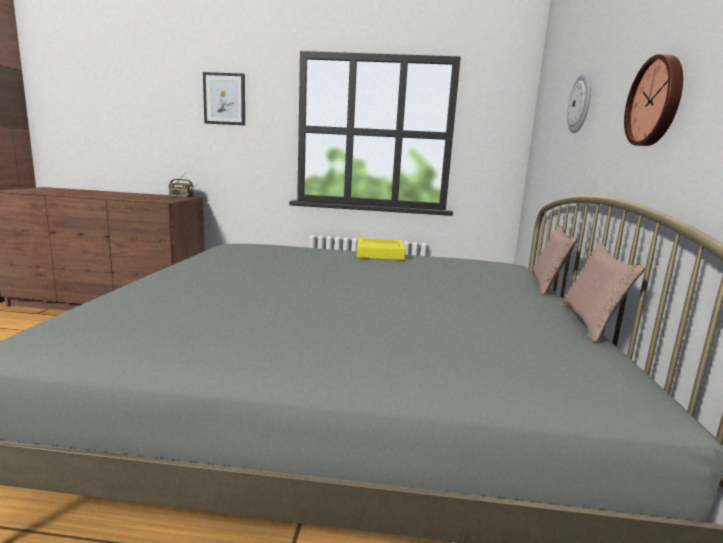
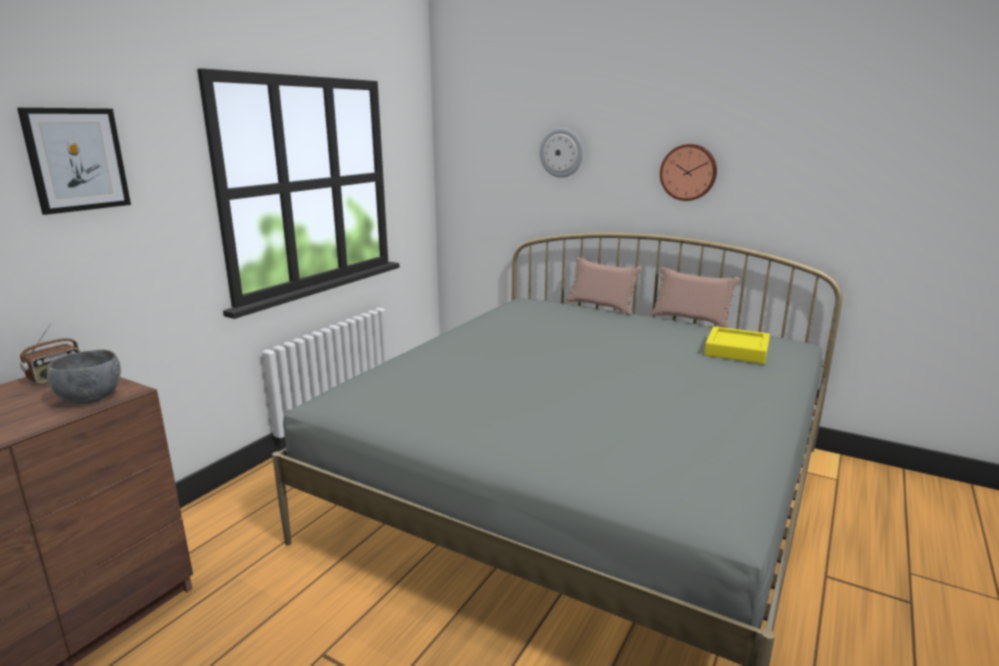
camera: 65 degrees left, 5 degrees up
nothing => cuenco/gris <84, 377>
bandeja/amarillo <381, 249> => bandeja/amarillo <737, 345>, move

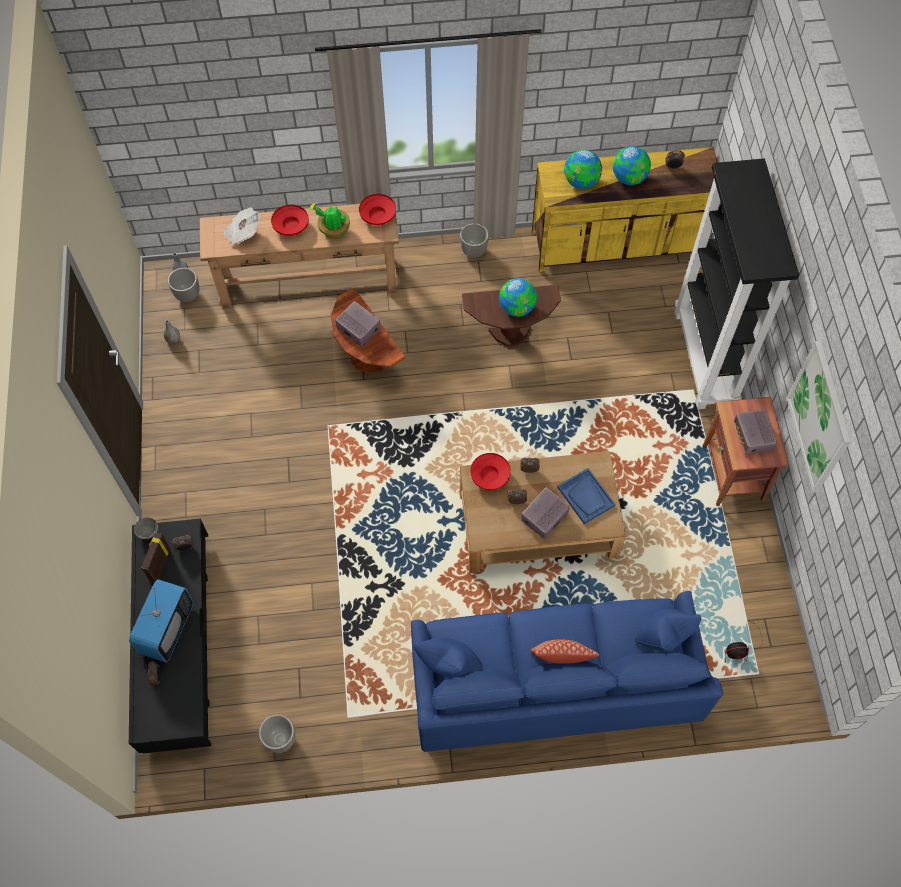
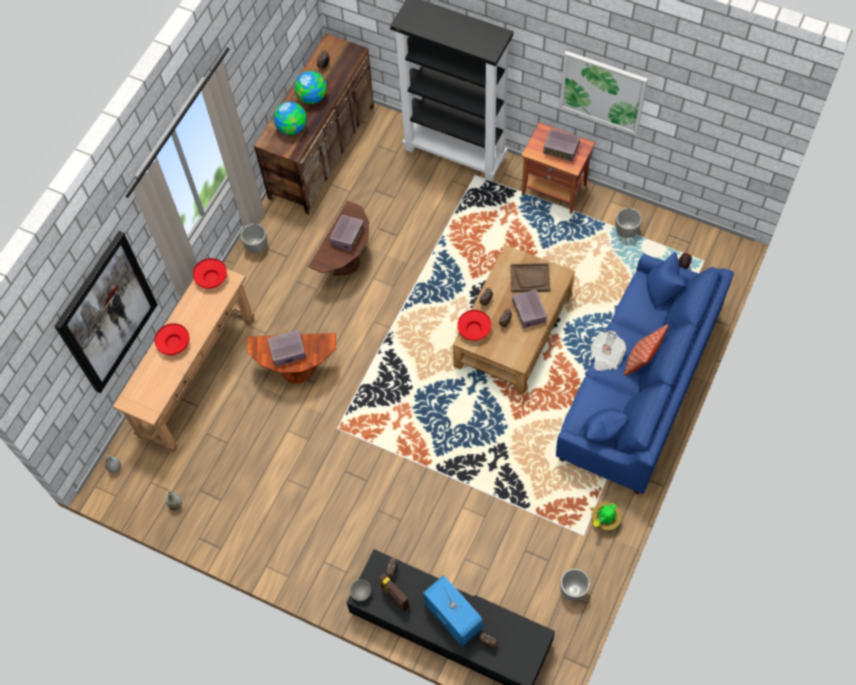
camera: 55 degrees left, 0 degrees up
nothing => cuadro <106, 312>
maceta <183, 285> => maceta <628, 223>, move
periódico <241, 226> => periódico <608, 351>, move
planta en maceta <329, 221> => planta en maceta <606, 516>, move
globo terráqueo <518, 297> => radio <346, 233>
armario/amarillo <625, 210> => armario/marrón <314, 124>
bandeja/azul <586, 496> => bandeja/marrón <530, 277>

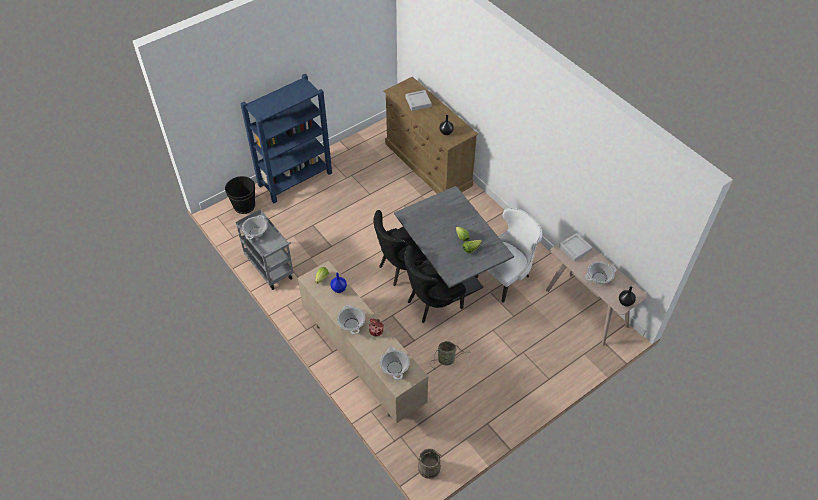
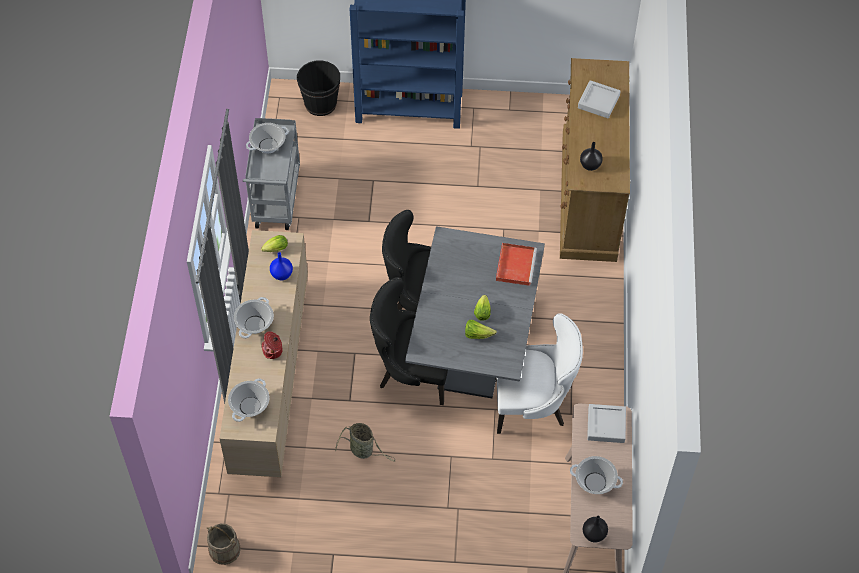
camera: 40 degrees right, 5 degrees up
nothing => bandeja/rojo <516, 264>

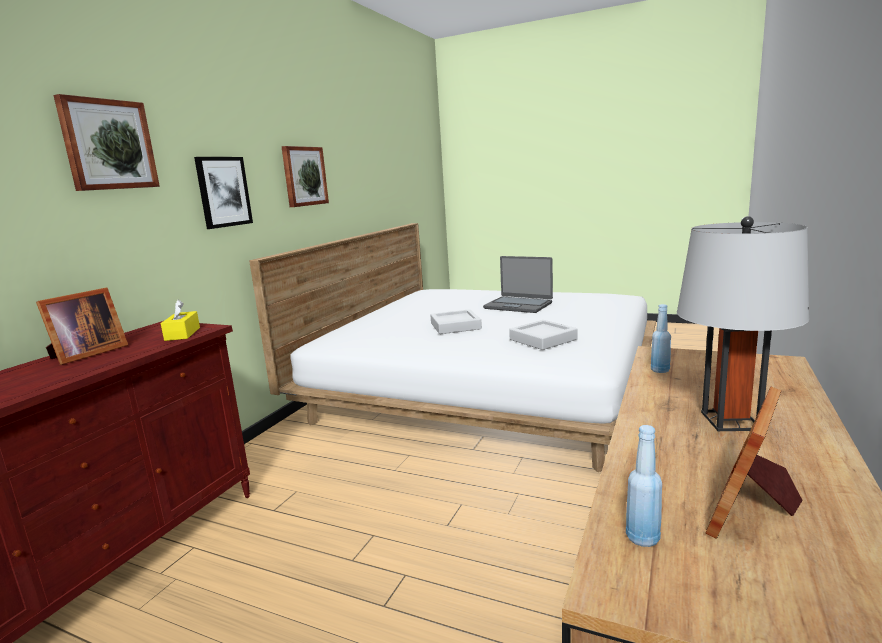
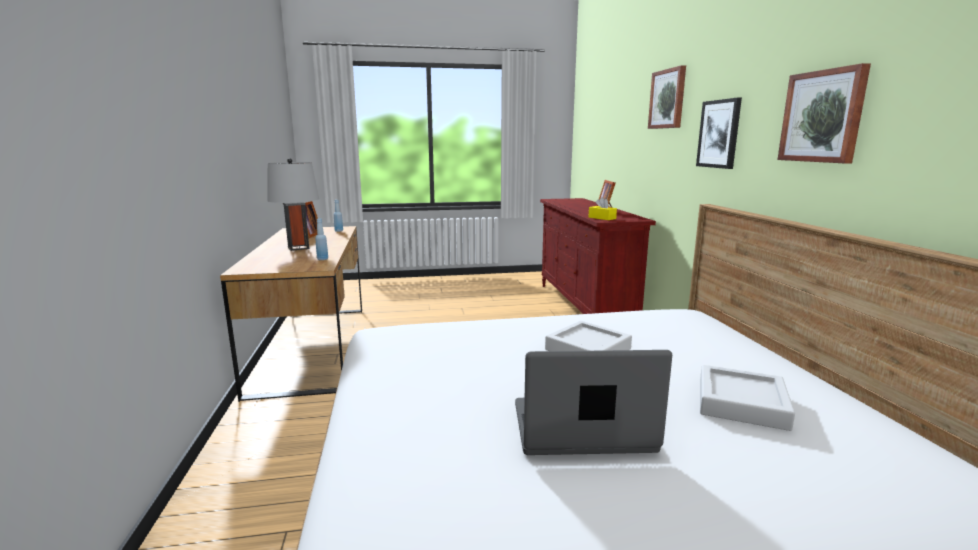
camera: 145 degrees right, 0 degrees up
bandeja/gris <543, 335> => bandeja/gris <747, 398>, move

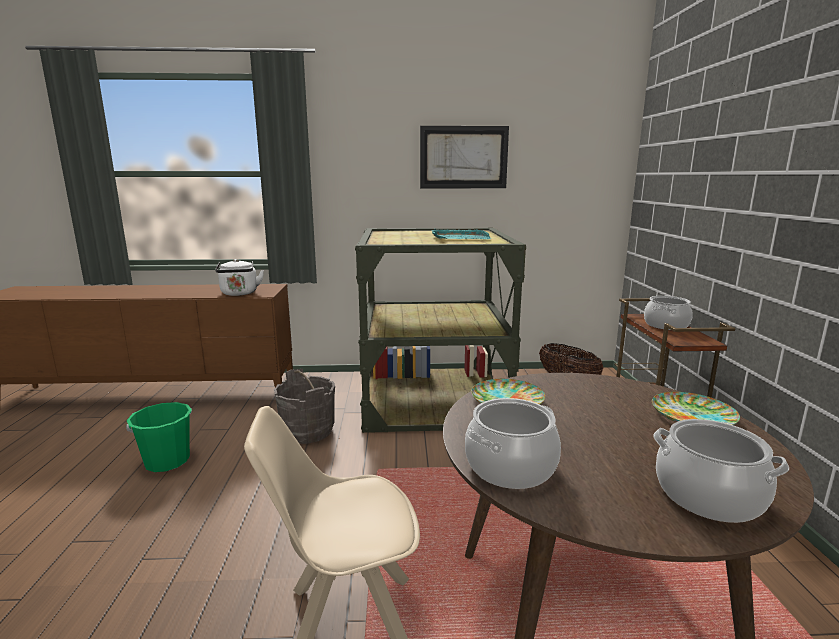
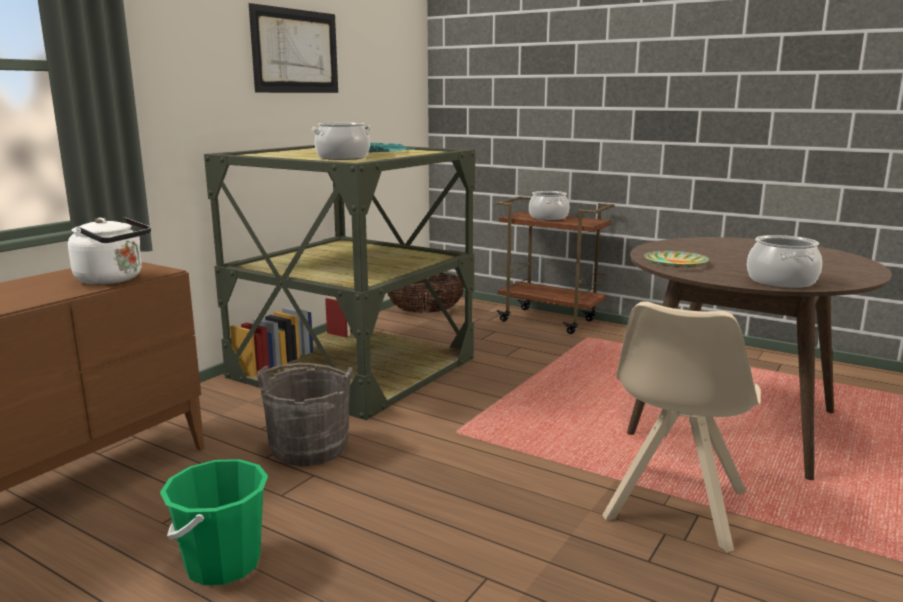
camera: 55 degrees left, 0 degrees up
plato <696, 408> => nothing
olla <721, 471> => olla <341, 141>, move

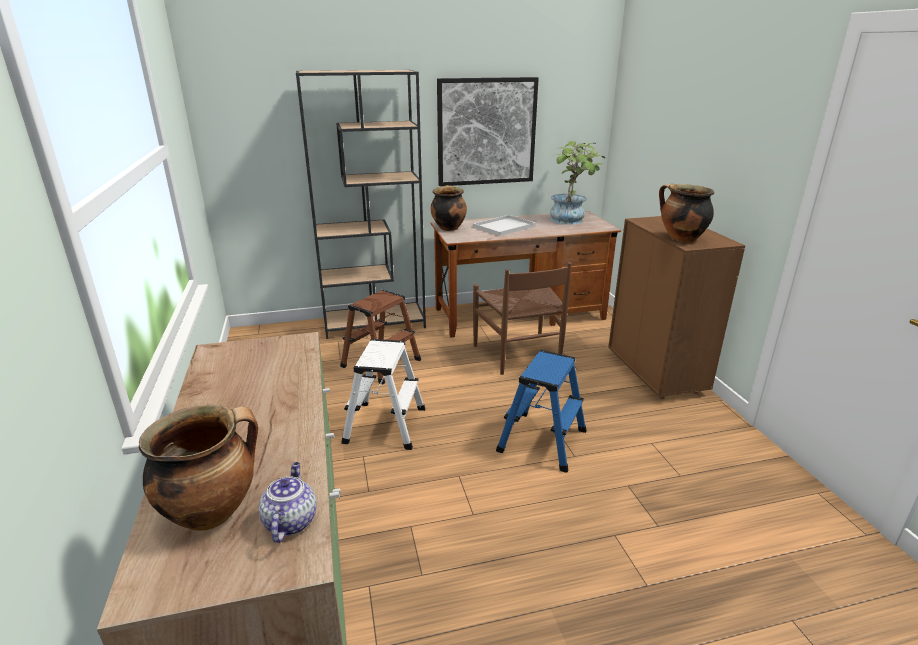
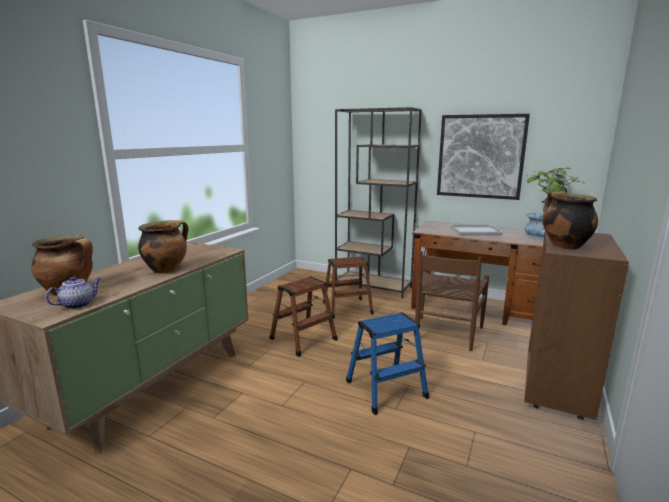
camera: 40 degrees right, 10 degrees down
olla <449, 208> => olla <163, 247>, move
escalera de tijera/blanco <383, 394> => escalera de tijera/marrón <303, 316>

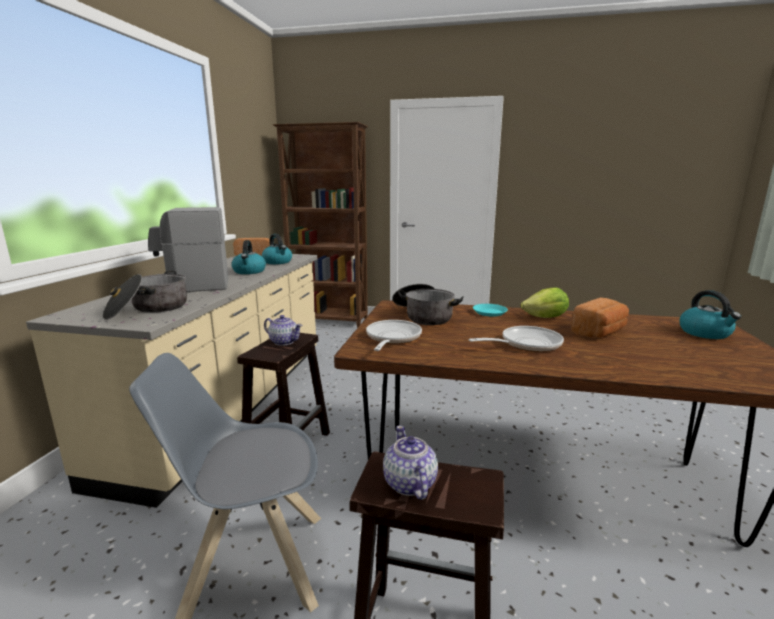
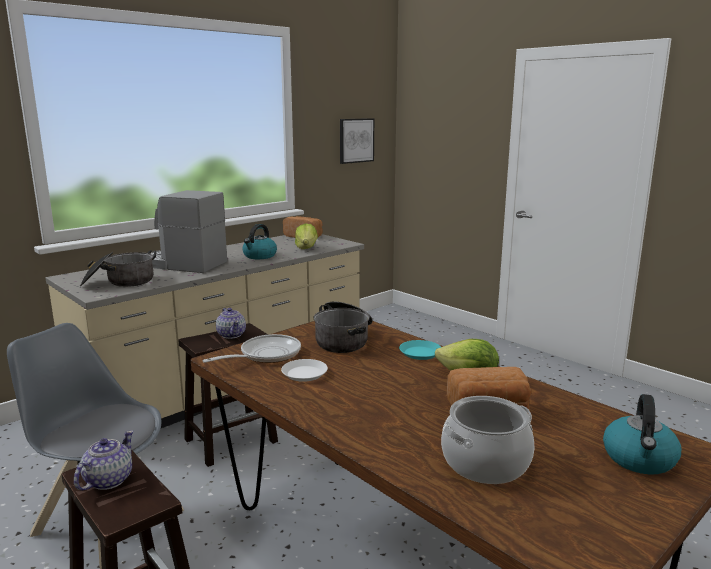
camera: 35 degrees right, 0 degrees up
estantería/marrón <320, 225> => nothing
sartén <516, 339> => nothing
nothing => plato/blanco <304, 370>
nothing => cuadro <357, 141>
nothing => olla <487, 440>
hervidor <277, 249> => lechuga <306, 236>

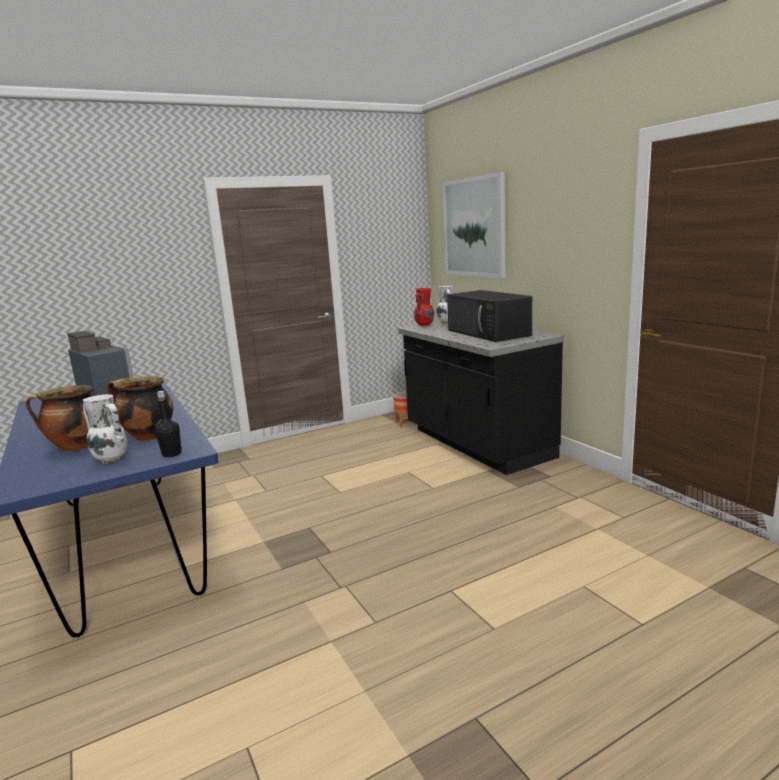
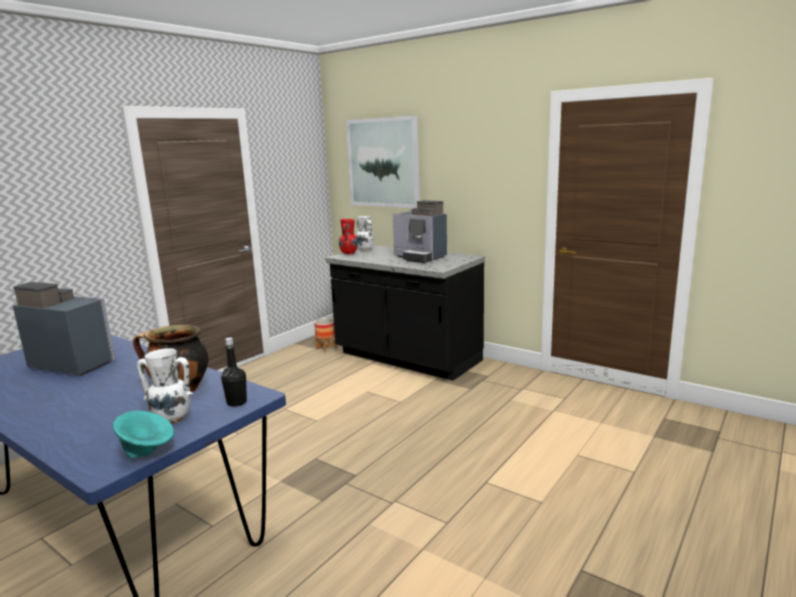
camera: 25 degrees left, 0 degrees up
olla <60, 418> => nothing
nothing => cuenco/turquesa <143, 434>
microondas/negro <489, 316> => cafetera <420, 231>

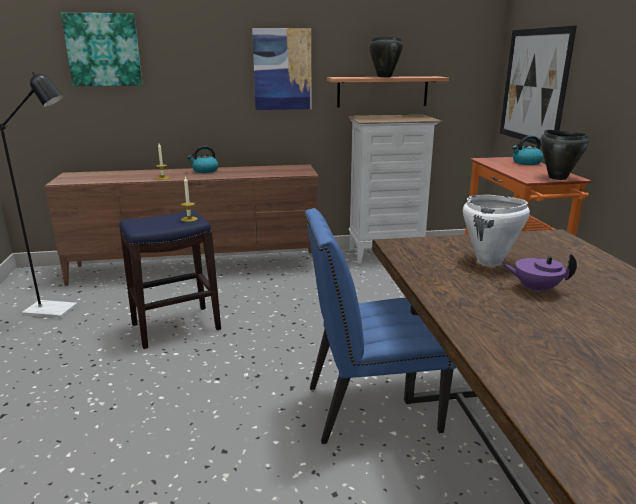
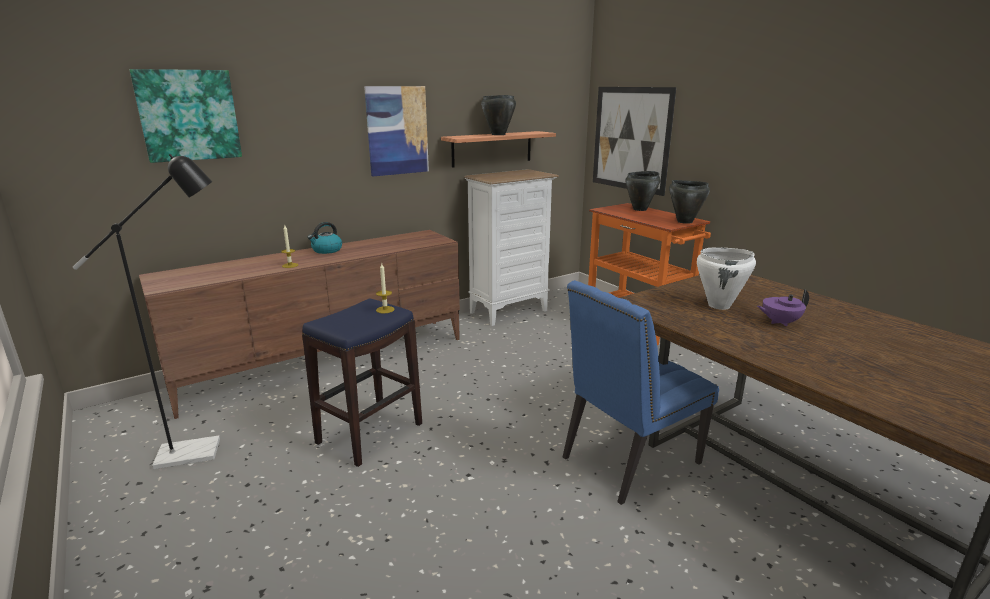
camera: 25 degrees left, 0 degrees up
hervidor <527, 150> => olla/negro <642, 191>

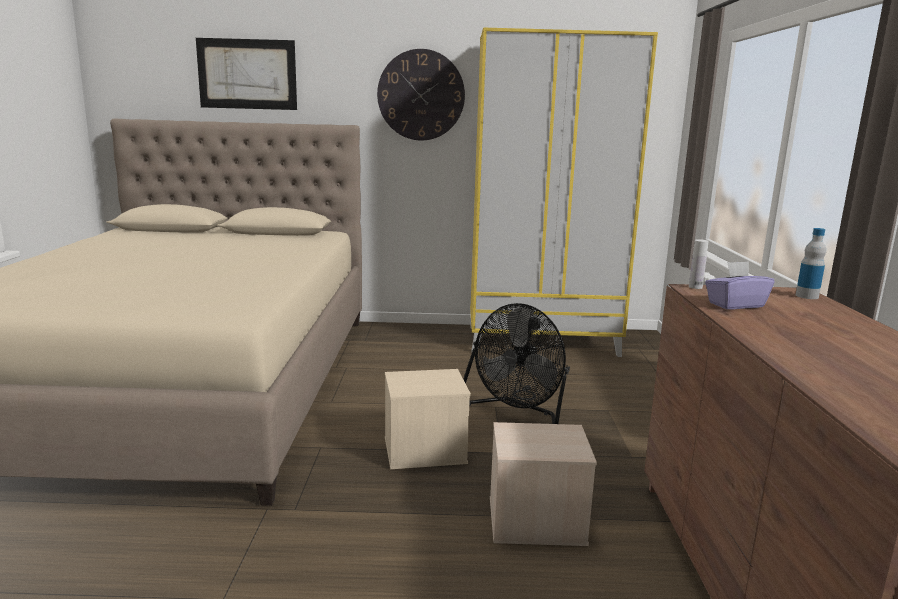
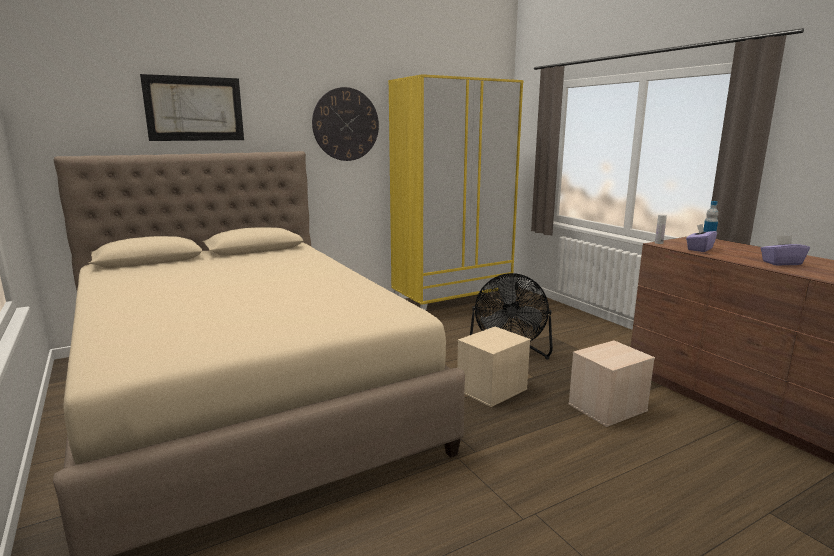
camera: 30 degrees left, 0 degrees up
nothing => caja de pañuelos/morado <785, 250>

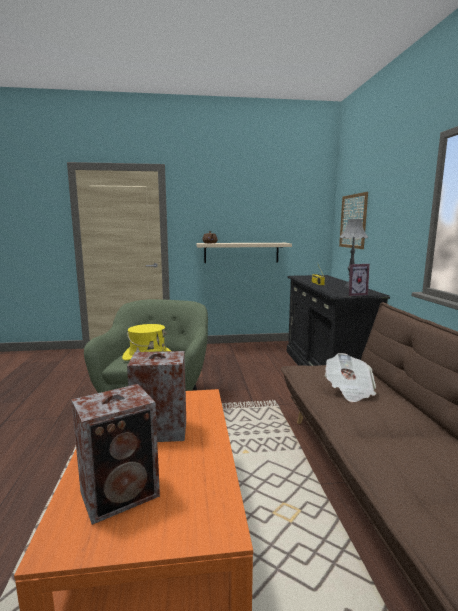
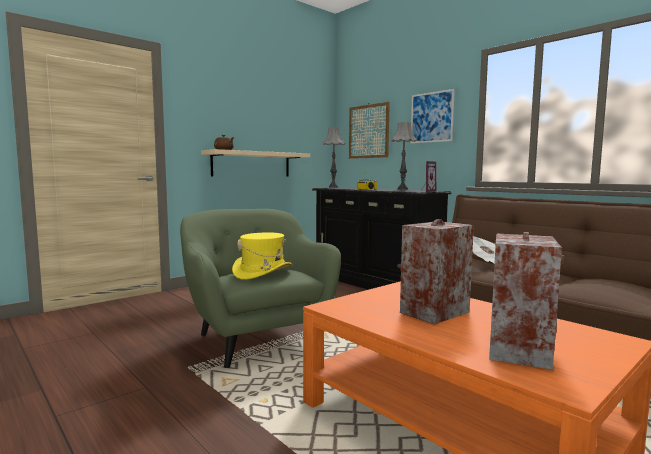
camera: 35 degrees left, 5 degrees down
nothing => lámpara de mesa/gris <333, 158>
nothing => cuadro <433, 116>

